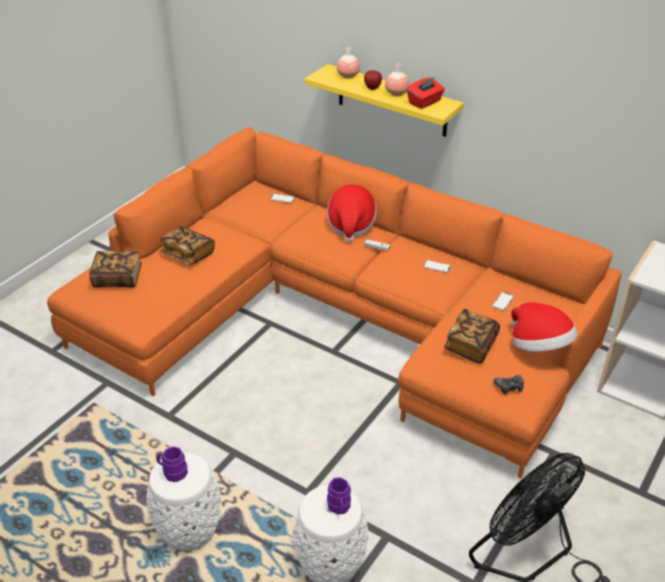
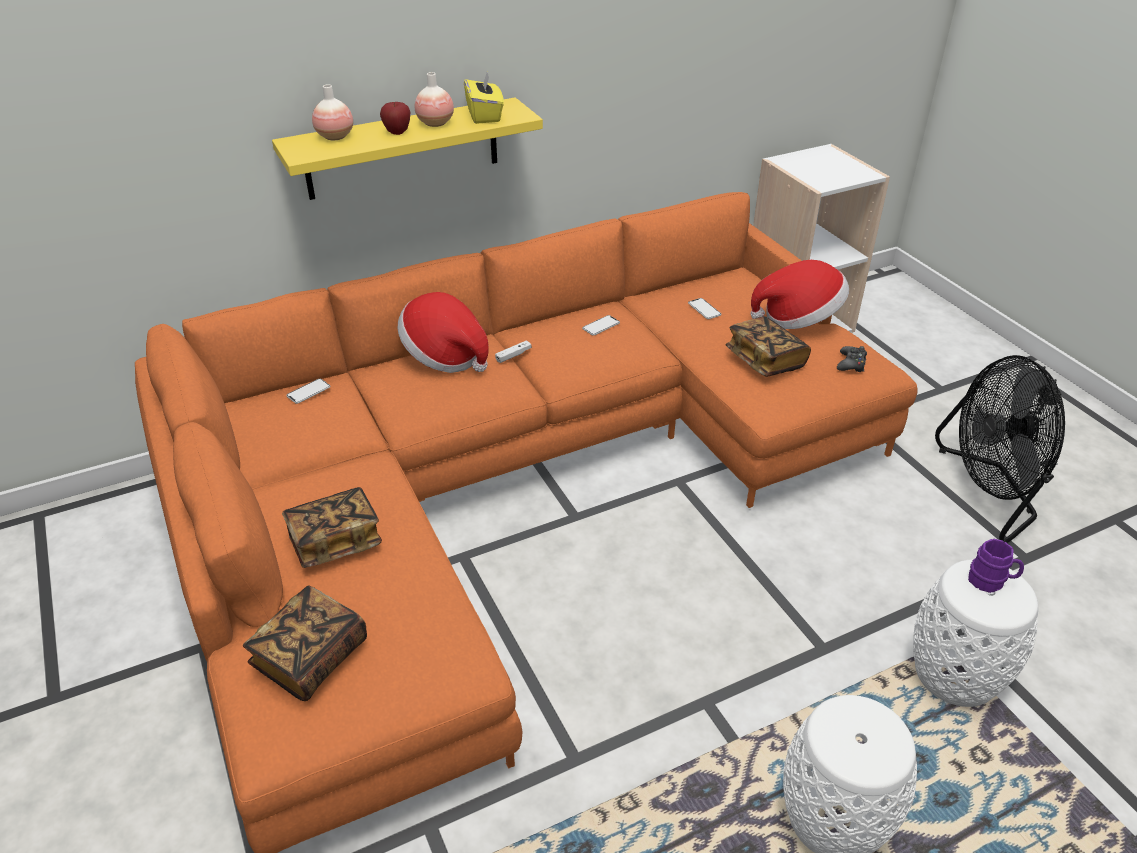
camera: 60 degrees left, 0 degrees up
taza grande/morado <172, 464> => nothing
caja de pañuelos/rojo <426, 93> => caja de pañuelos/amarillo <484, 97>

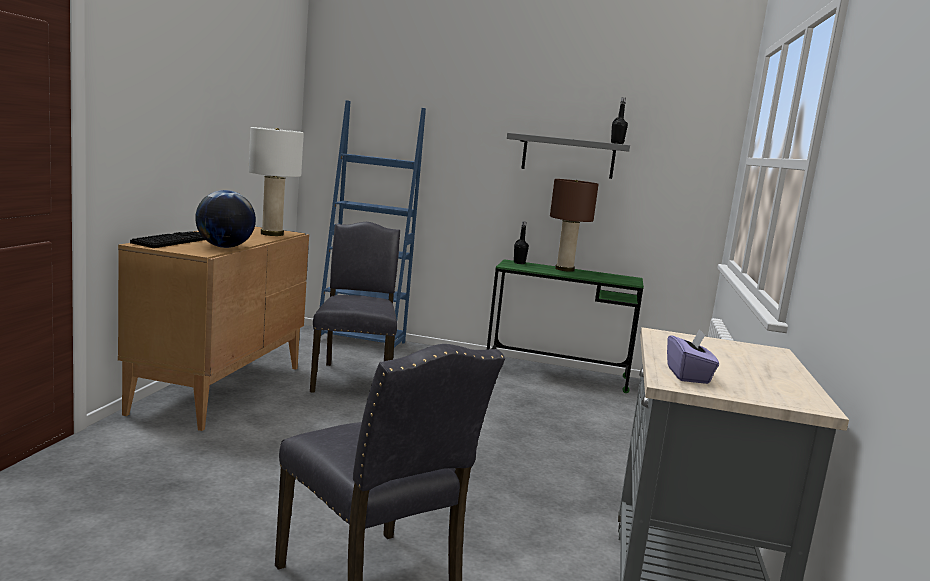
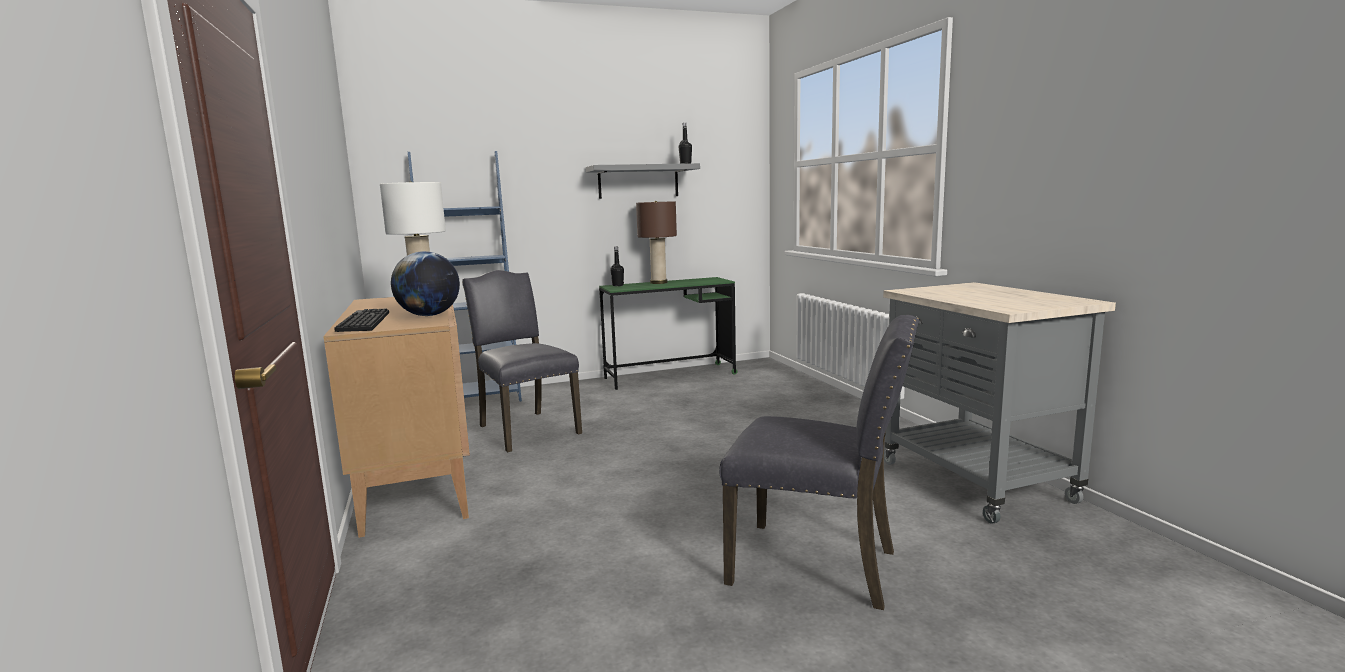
camera: 30 degrees left, 0 degrees up
caja de pañuelos/morado <693, 356> => nothing

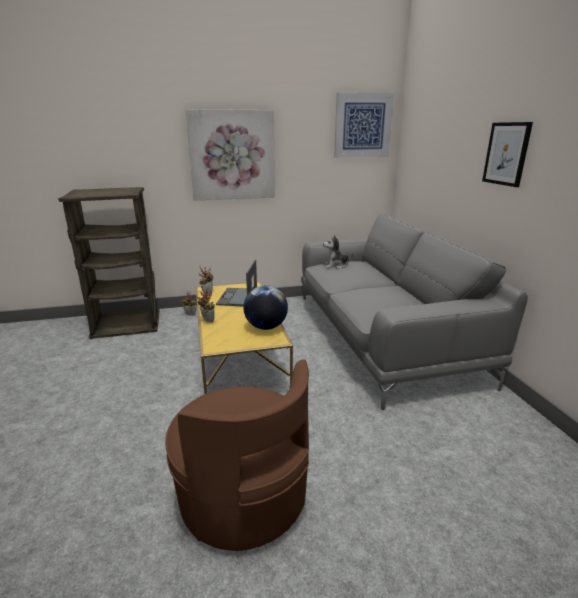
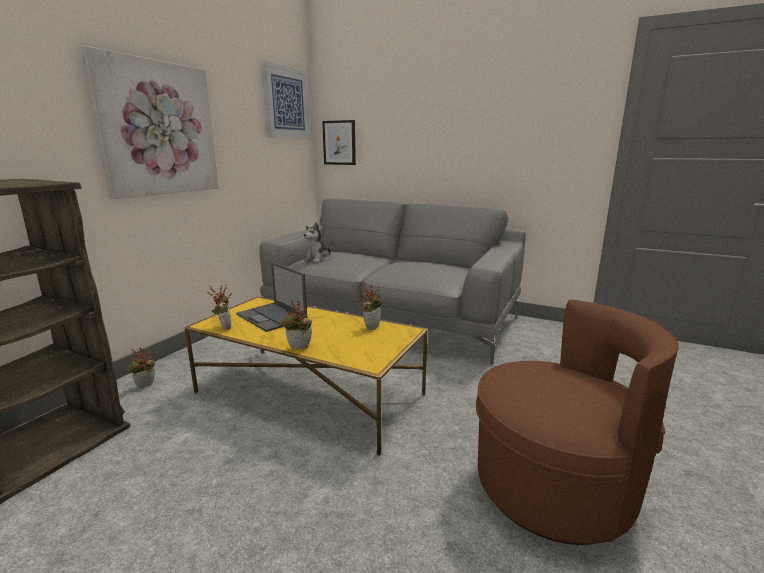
camera: 50 degrees left, 5 degrees down
cuadro <507, 154> => cuadro <339, 142>, move
globo terráqueo <265, 307> => planta en maceta <372, 306>

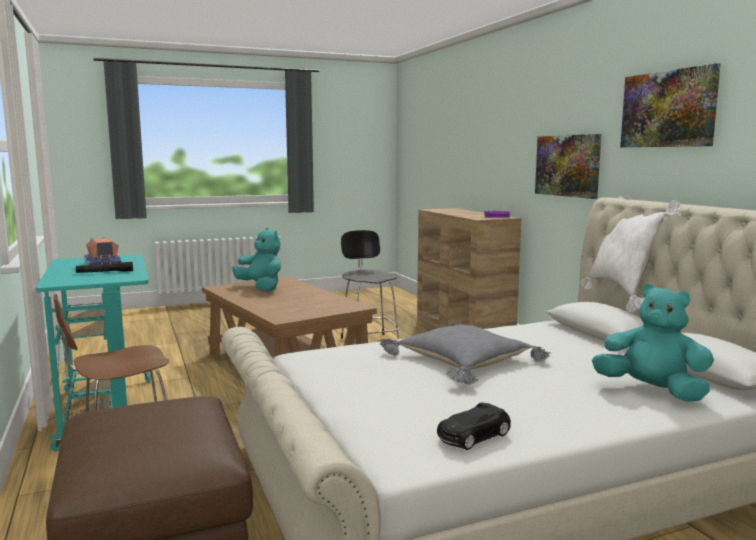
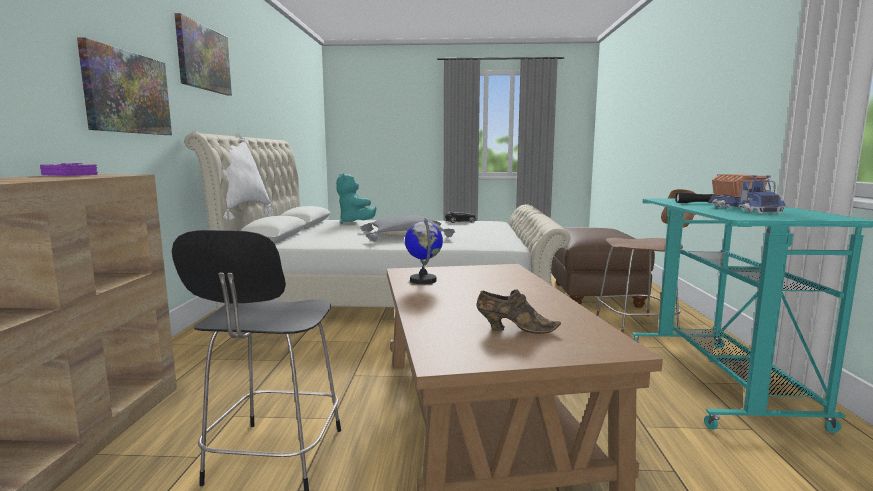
camera: 155 degrees left, 0 degrees up
nothing => globo terráqueo <424, 251>
peluche/turquesa <256, 259> => zapato/marrón <519, 312>

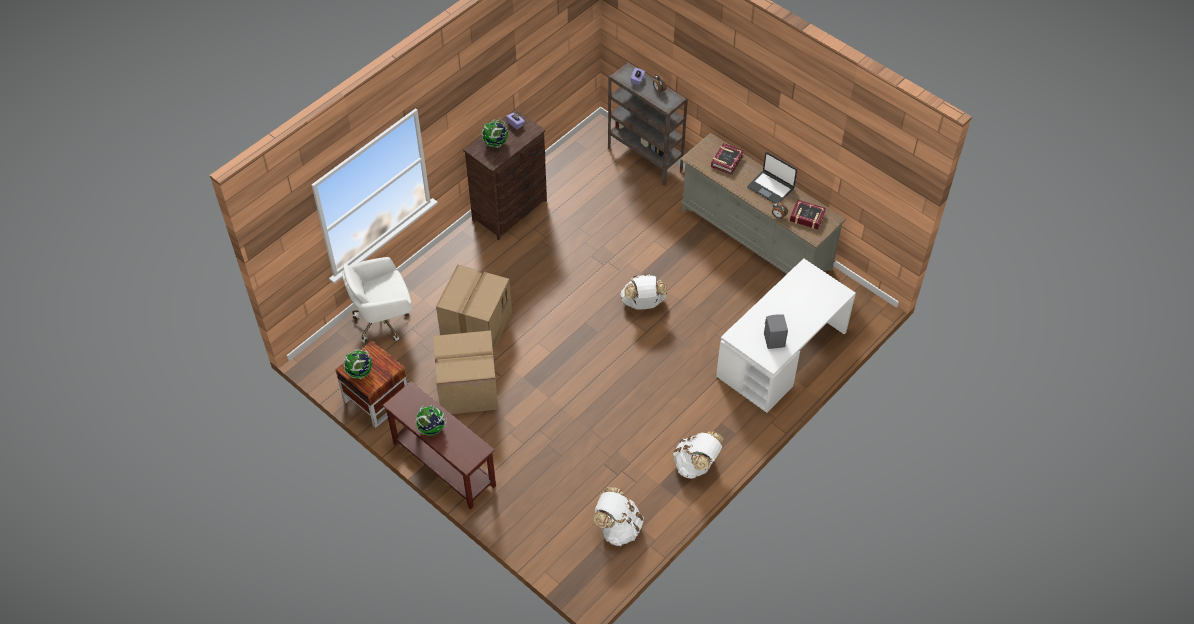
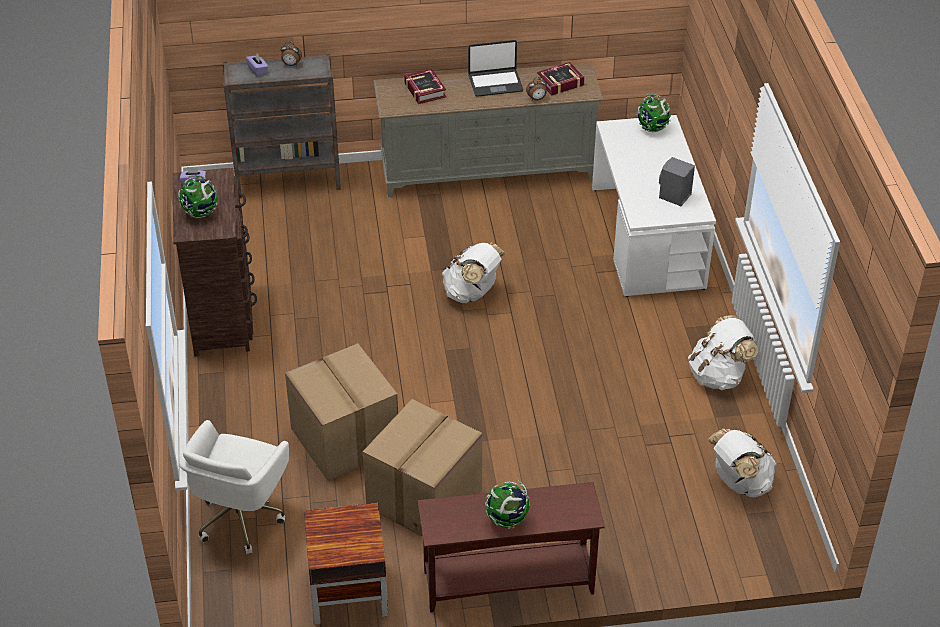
camera: 50 degrees left, 10 degrees down
globo terráqueo <358, 363> => globo terráqueo <653, 113>, move

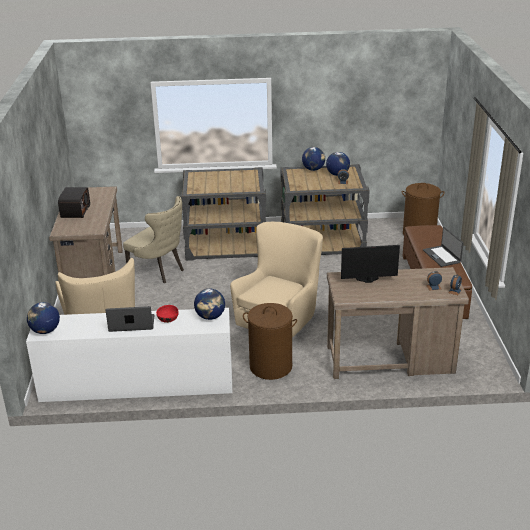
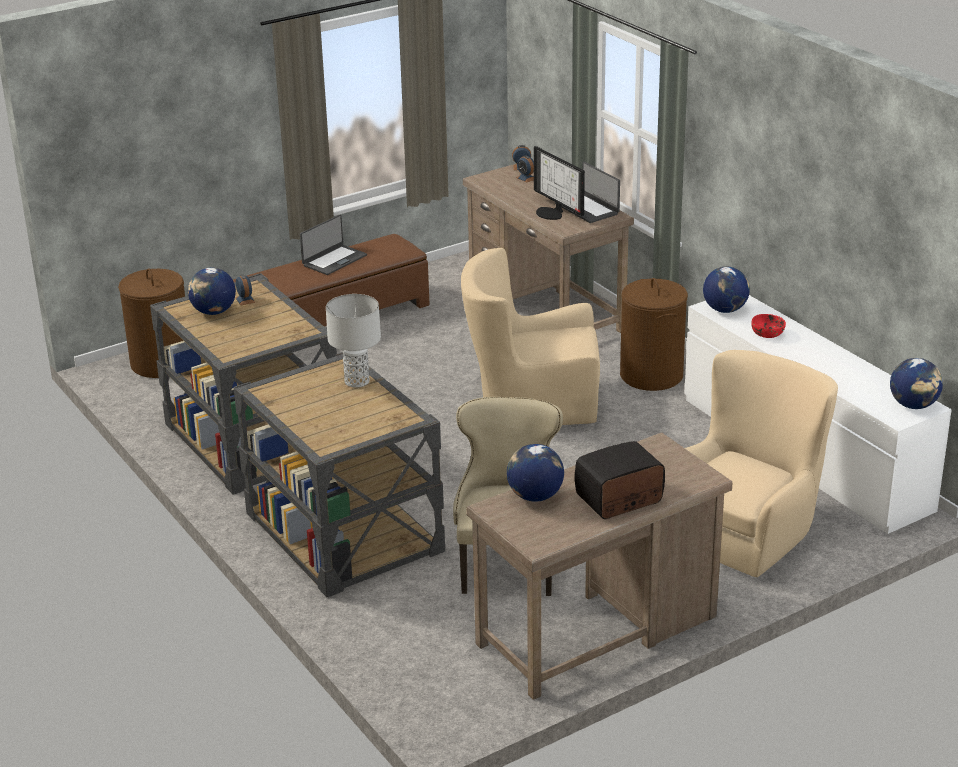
camera: 120 degrees left, 0 degrees up
nothing => lámpara de mesa/blanco <353, 341>
portátil <129, 319> => portátil <587, 192>, move
globo terráqueo <313, 159> => globo terráqueo <535, 473>, move

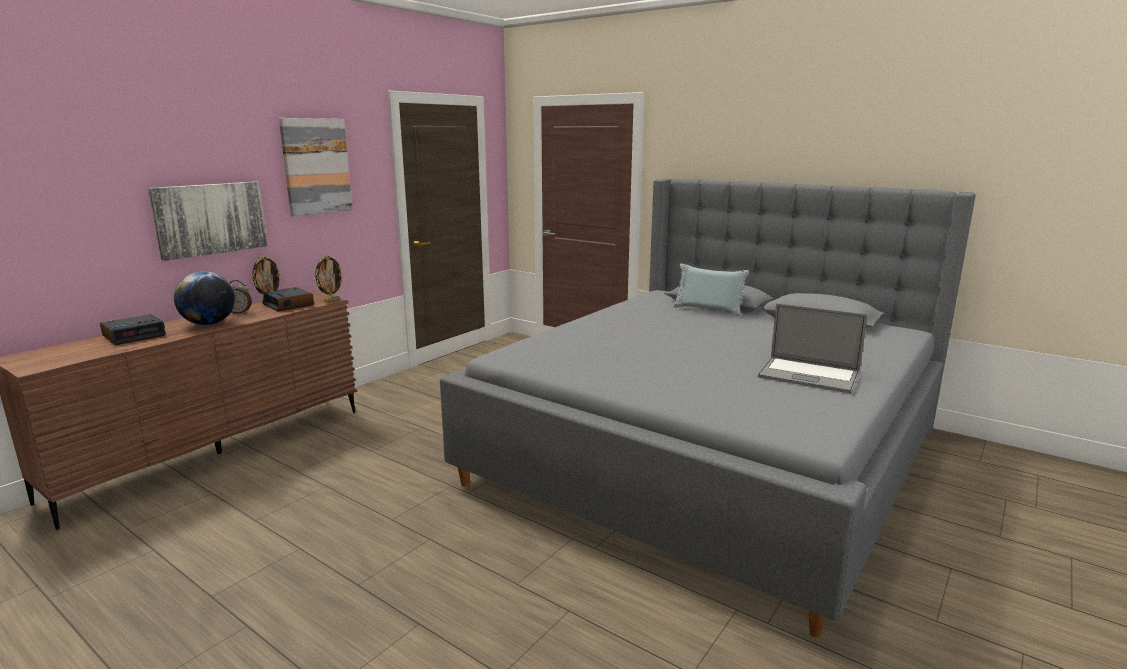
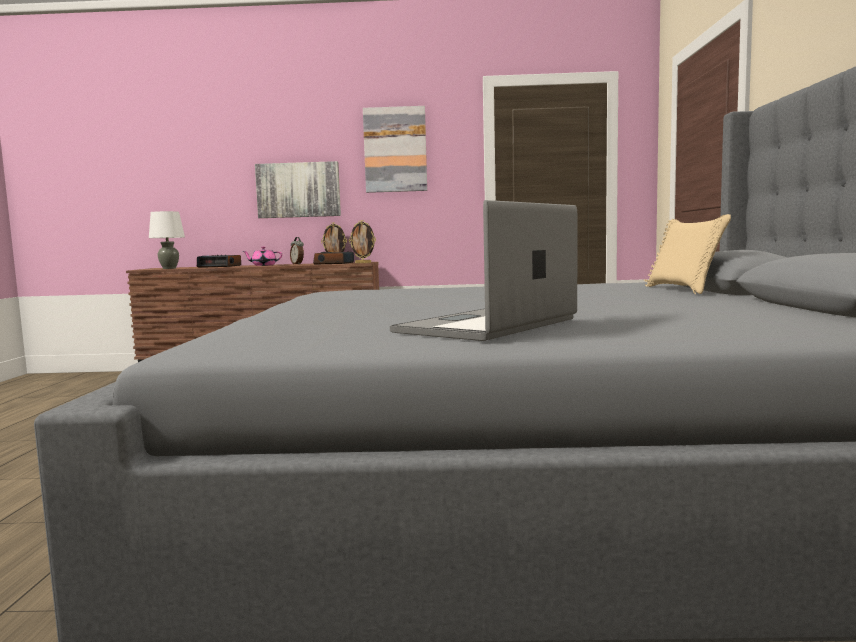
camera: 55 degrees right, 10 degrees down
nothing => lámpara de mesa/blanco <167, 240>
globo terráqueo <204, 298> => tetera/rosa <262, 256>
cojín/azul <711, 289> => cojín/beis <687, 254>
portátil <812, 348> => portátil <483, 270>, 45 degrees clockwise

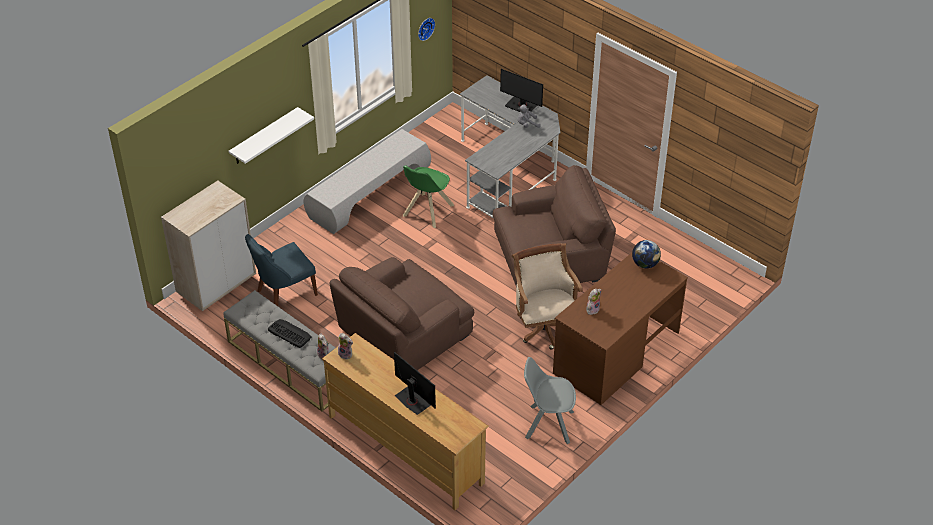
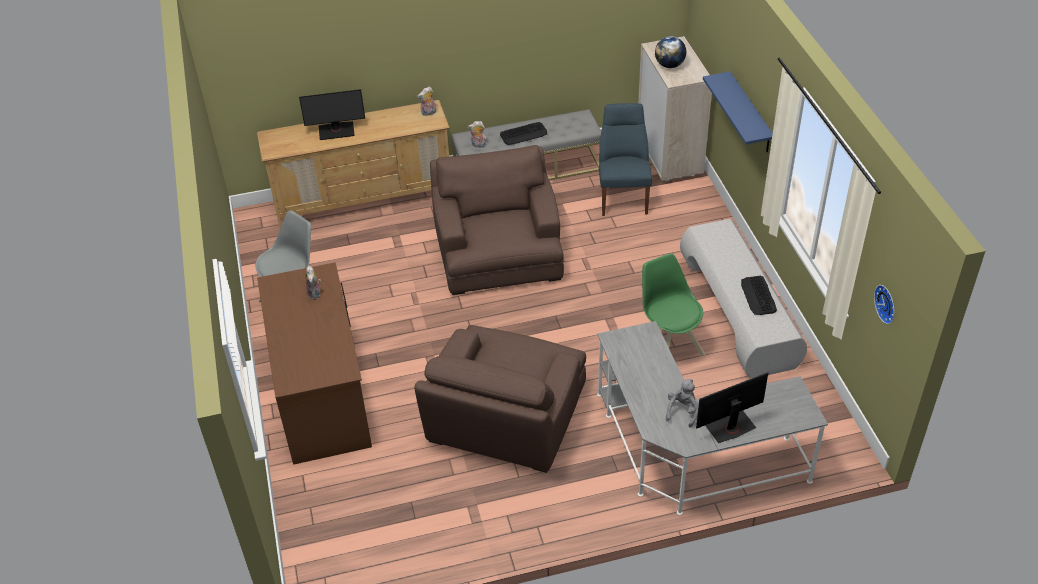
camera: 125 degrees right, 0 degrees up
silla de oficina <547, 296> => nothing
nothing => teclado <759, 295>
globo terráqueo <646, 254> => globo terráqueo <670, 52>, move
estante/blanco <271, 135> => estante/azul <738, 112>

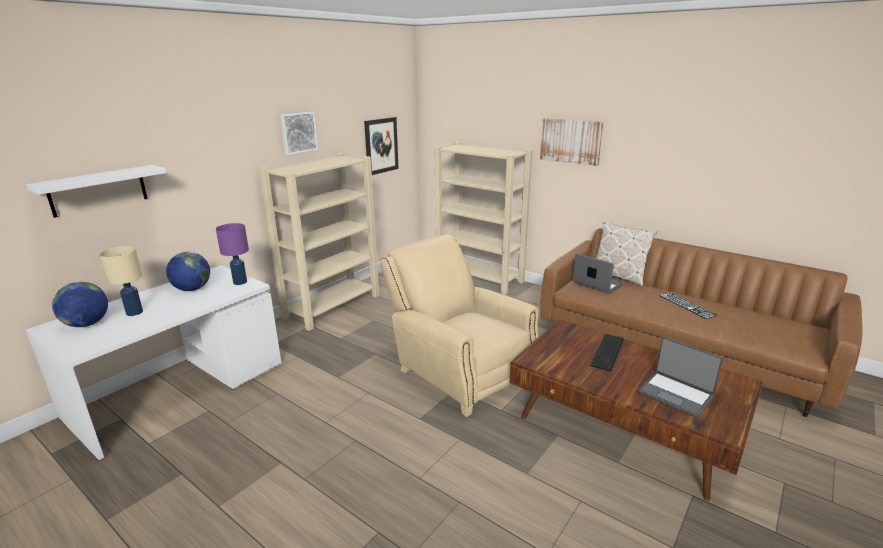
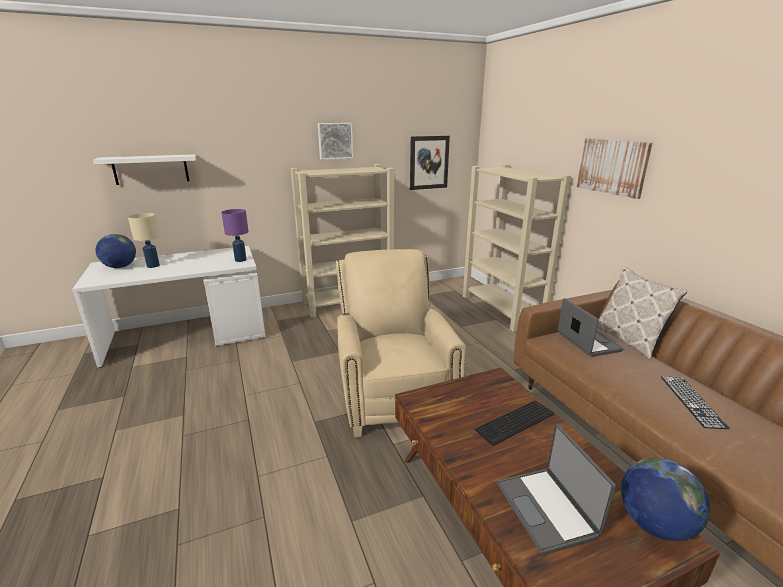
camera: 30 degrees right, 0 degrees up
globo terráqueo <188, 271> => globo terráqueo <665, 499>, move

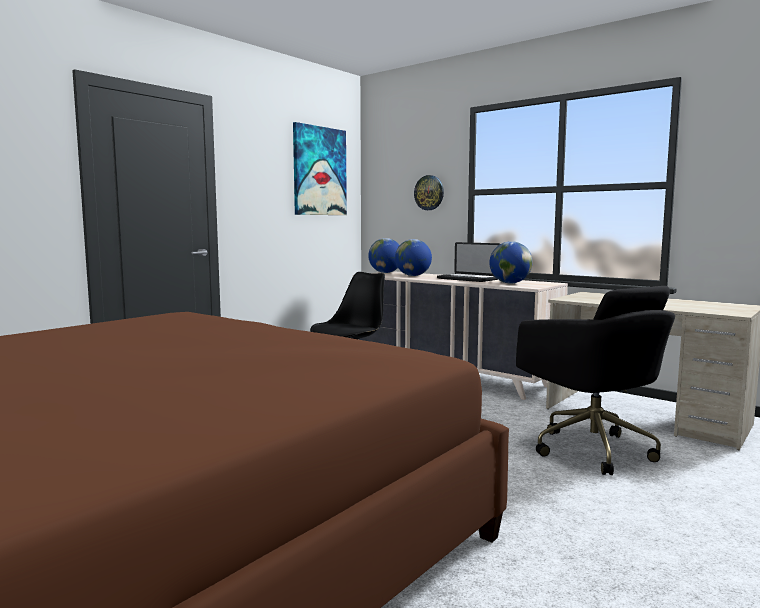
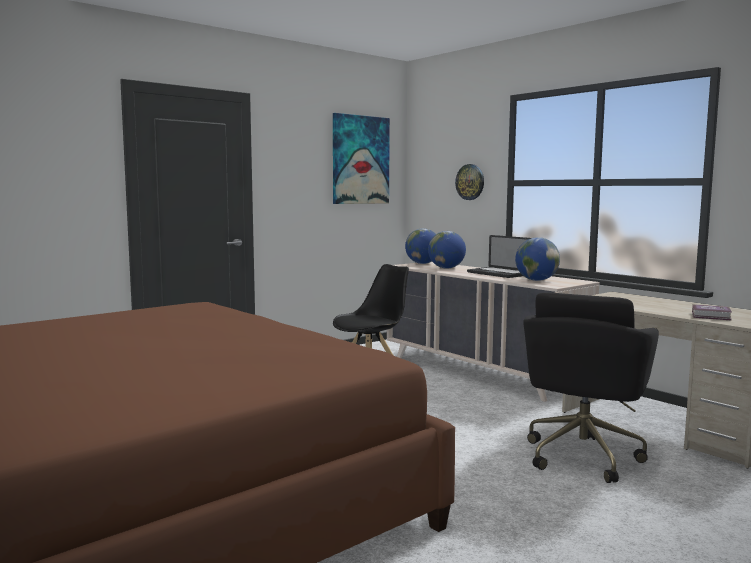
camera: 10 degrees right, 0 degrees up
nothing => libro <712, 312>
silla de oficina/negro <595, 380> => silla de oficina/negro <591, 387>, 45 degrees clockwise

